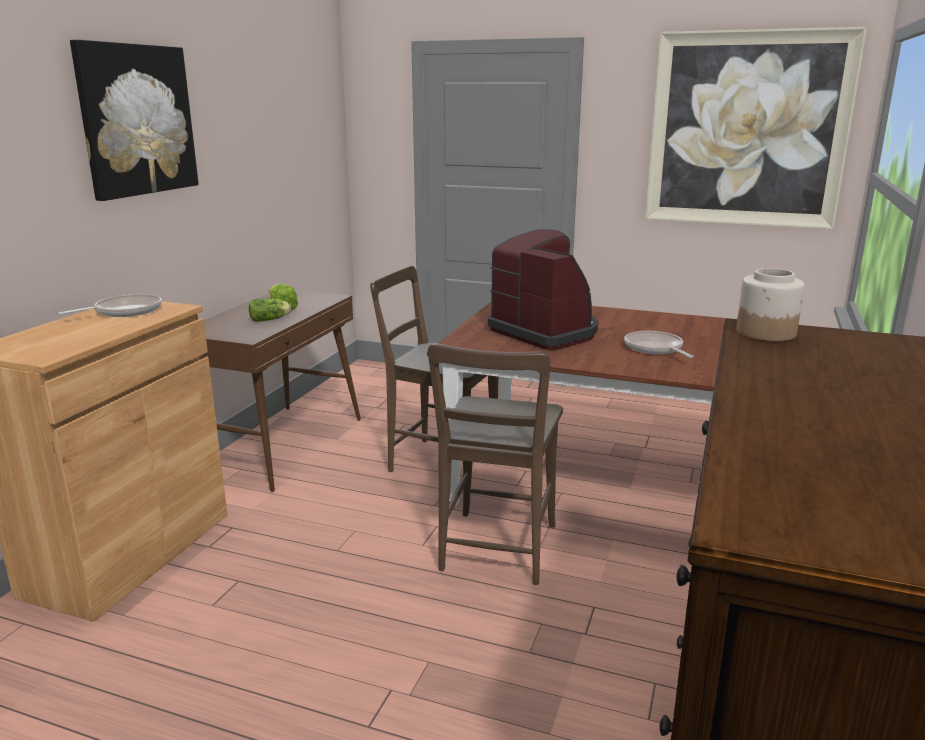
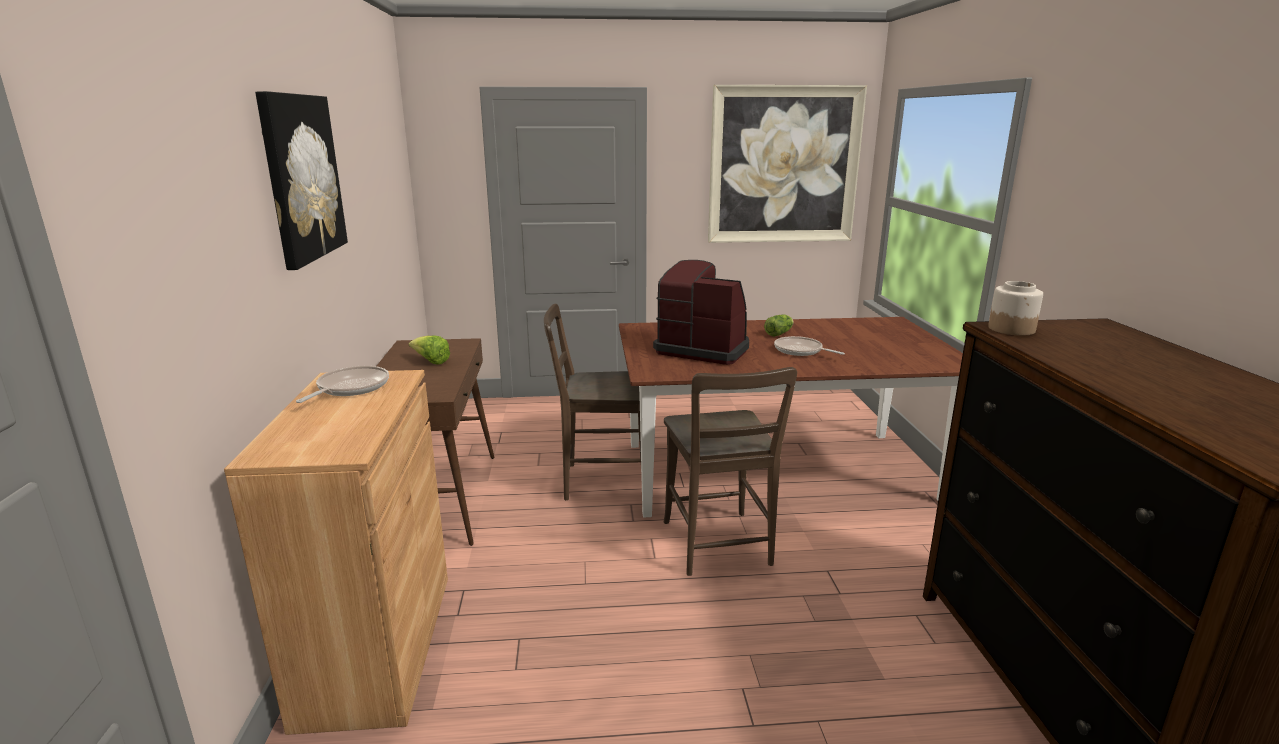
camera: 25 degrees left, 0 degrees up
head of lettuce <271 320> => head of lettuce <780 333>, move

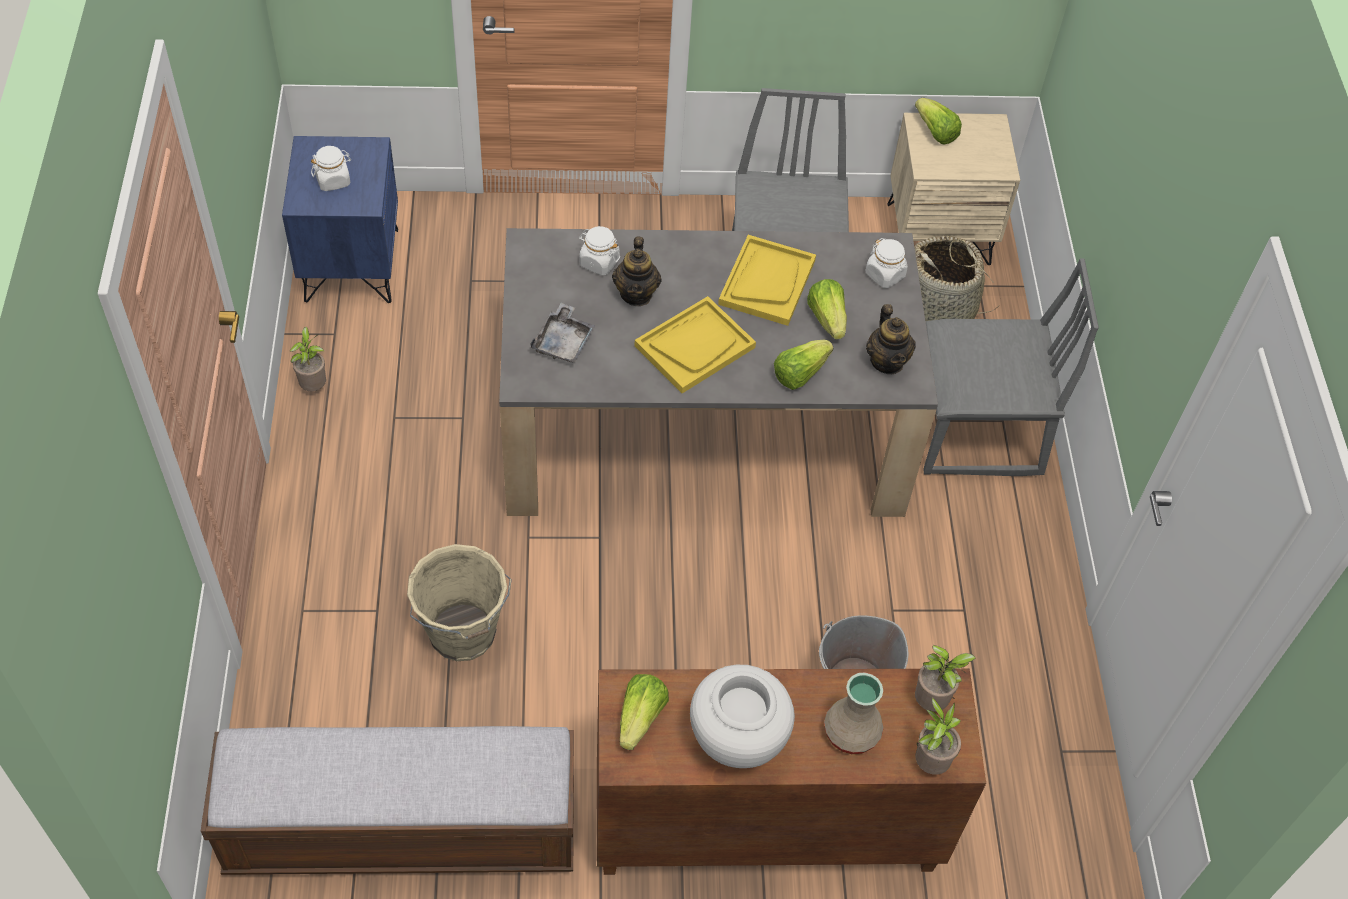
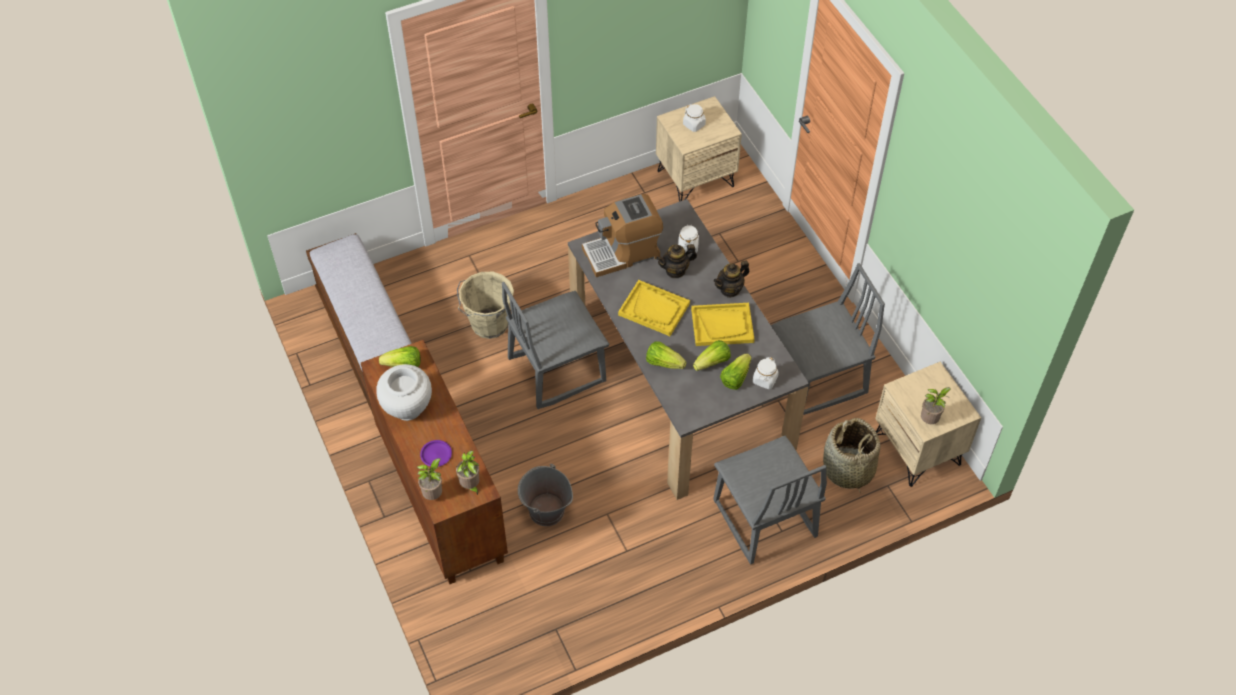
camera: 70 degrees right, 0 degrees up
nothing => plain chair (gray) <556 369>
plant in a pot <314 386> => plant in a pot <930 420>, move
teapot <887 361> => teapot <730 289>, move
head of lettuce <935 132> => head of lettuce <735 377>, move
serving tray (gray) <563 342> => coffee maker <622 252>
decorative vase (sand-coloured) <850 731> => plate (purple) <436 454>
nightstand (blue-coloured) <350 265> => nightstand (sand-coloured) <695 178>

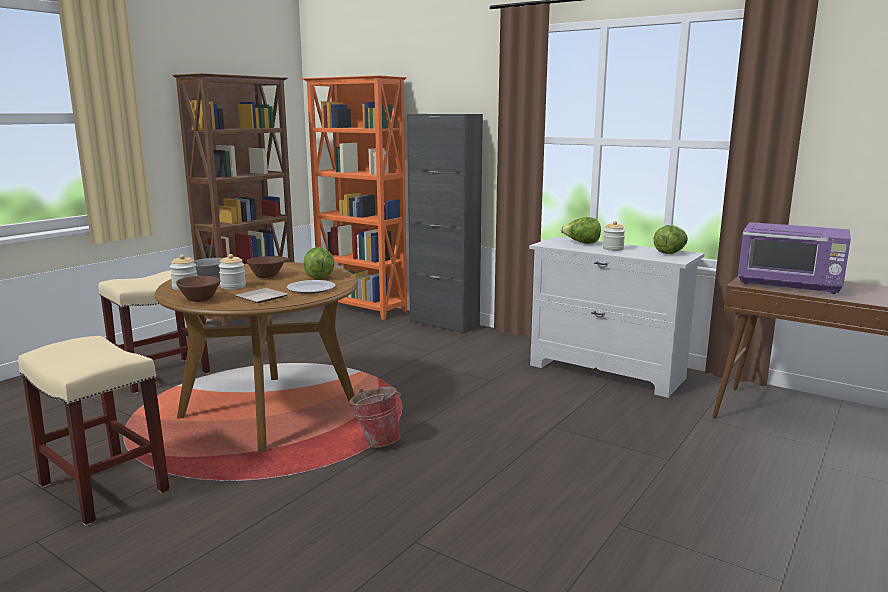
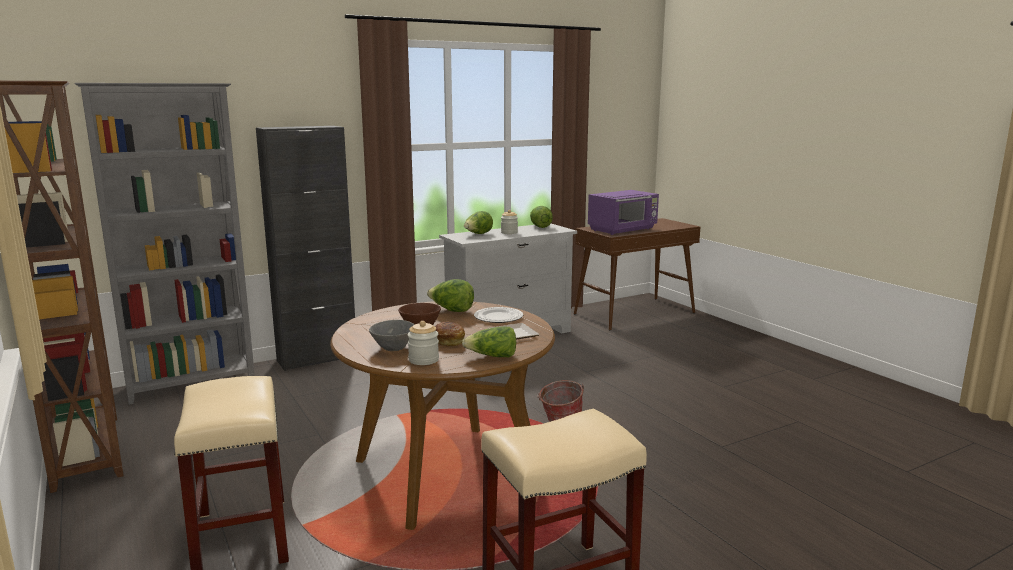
camera: 65 degrees left, 0 degrees up
serving bowl (brownish) <199 300> => head of lettuce <492 356>
storage jar <233 286> => bakery bread <449 341>
bookshelf (orange) <362 308> => bookshelf (gray) <192 384>

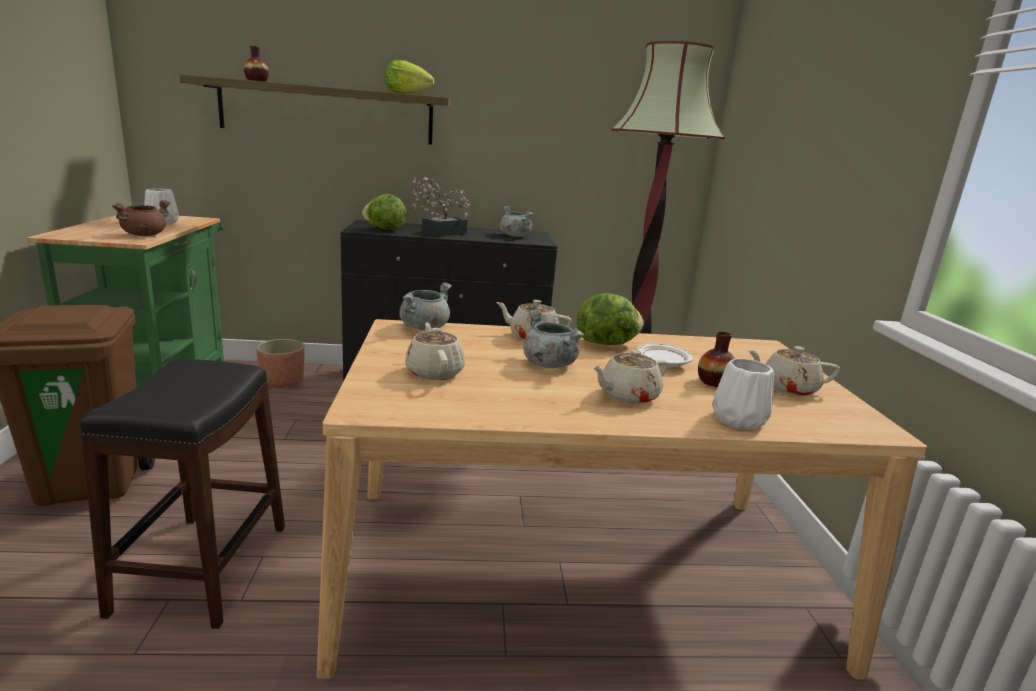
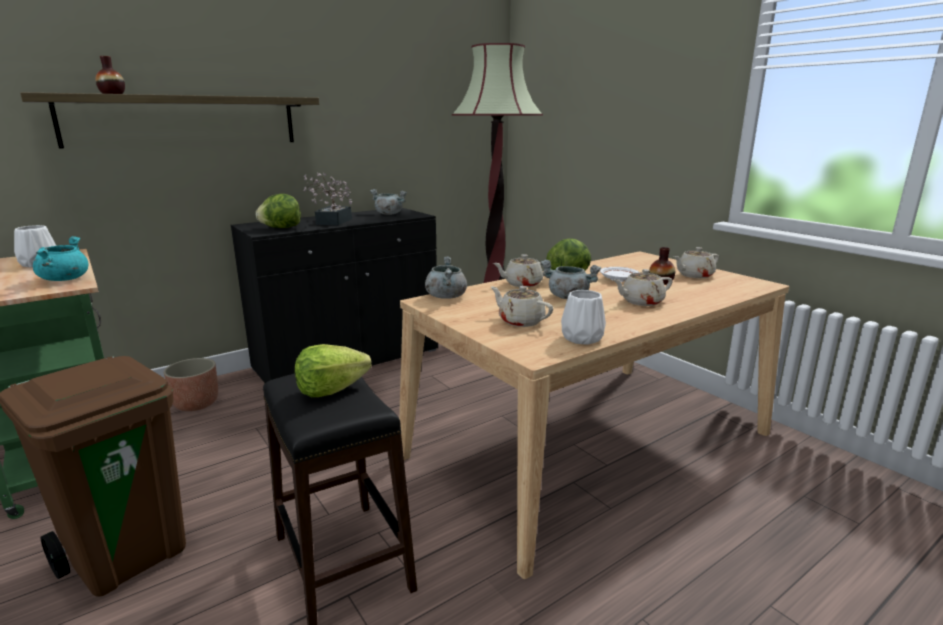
camera: 30 degrees left, 0 degrees up
head of lettuce <406 94> => head of lettuce <331 390>, move
decorative vase (white-coloured) <738 419> => decorative vase (white-coloured) <581 338>, move
stockpot (brownish) <144 235> => stockpot (blue-green) <64 279>
teapot (sand-coloured) <627 396> => teapot (sand-coloured) <641 302>, 45 degrees clockwise

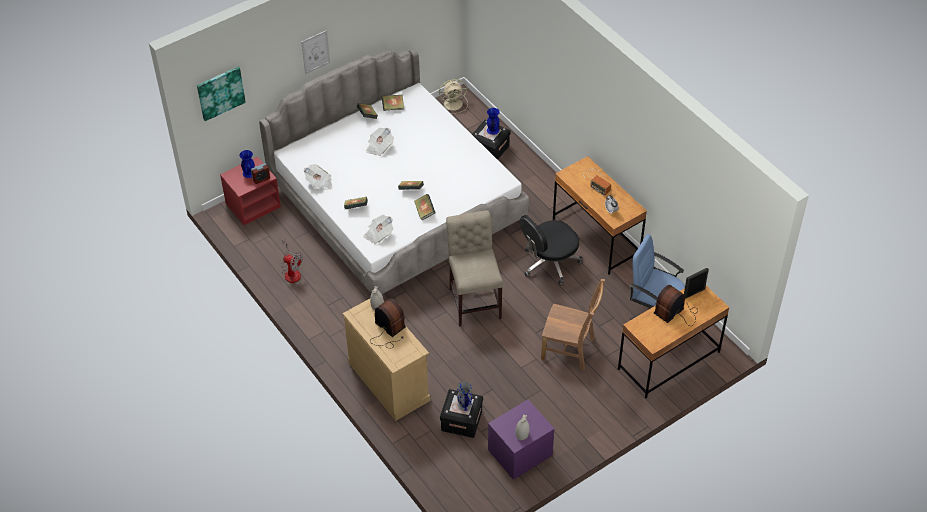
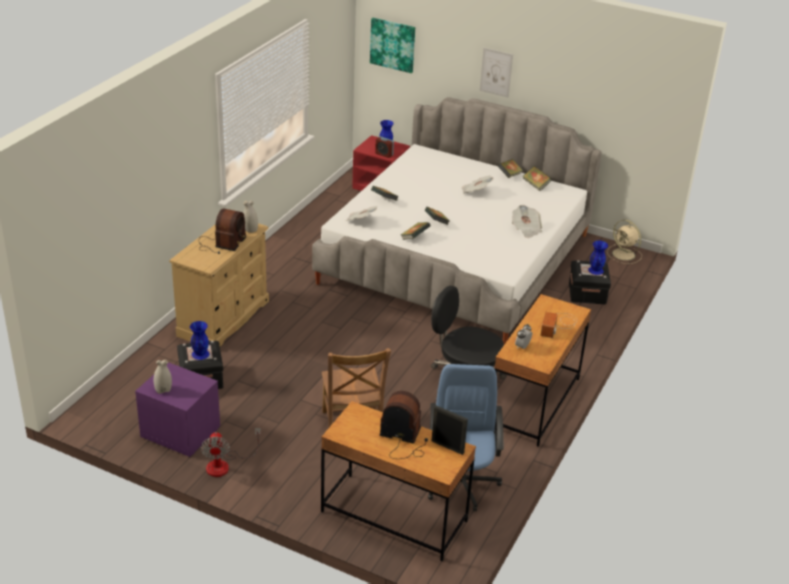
camera: 60 degrees right, 15 degrees down
plain chair (sand-coloured) <474 300> => nothing
fan <291 272> => fan <224 465>, move
newspaper <319 182> => newspaper <526 229>, move
decorative vase (gray) <464 404> => decorative vase (blue-coloured) <200 354>

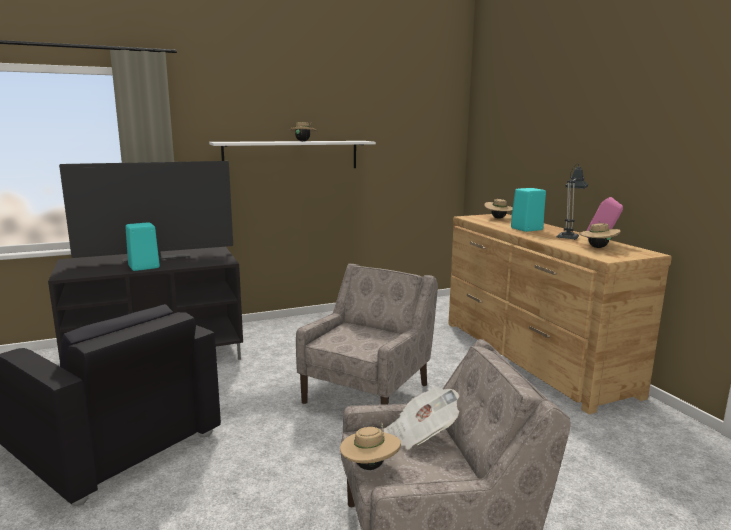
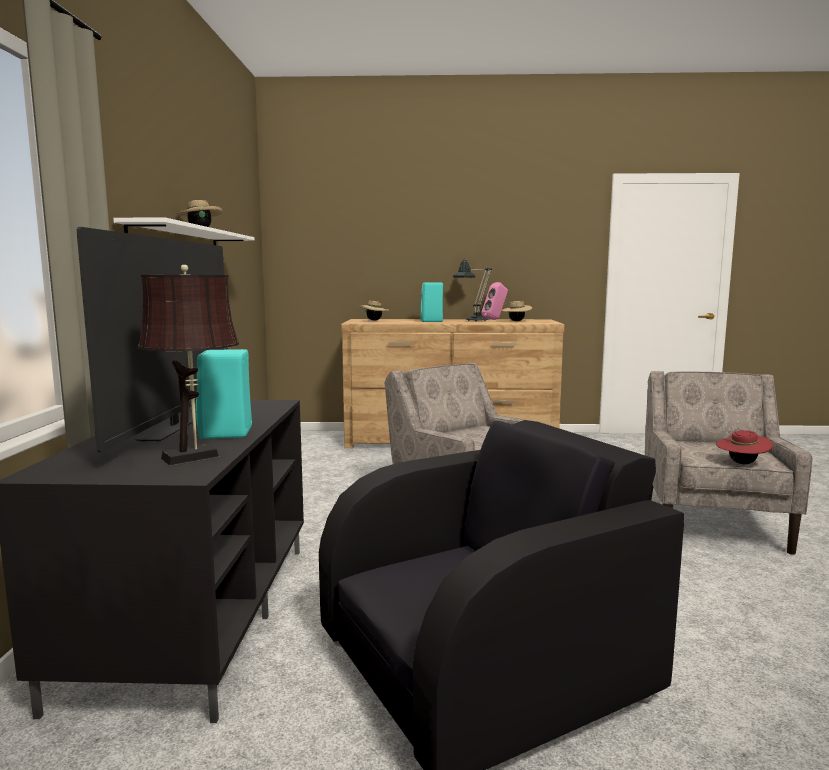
camera: 65 degrees left, 5 degrees down
newspaper <420 434> => nothing
nothing => table lamp (brownish) <195 456>
clothing hat (sand-coloured) <370 466> => clothing hat (red-coloured) <741 463>

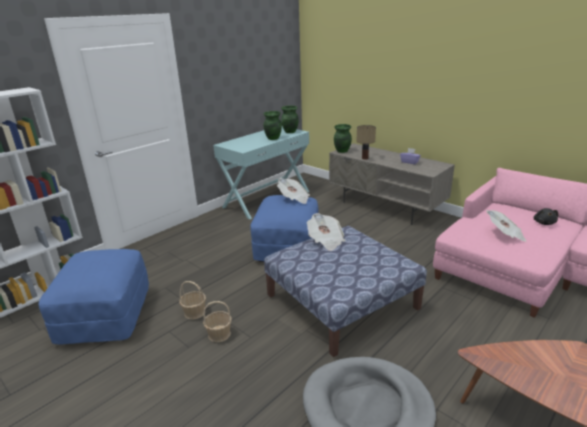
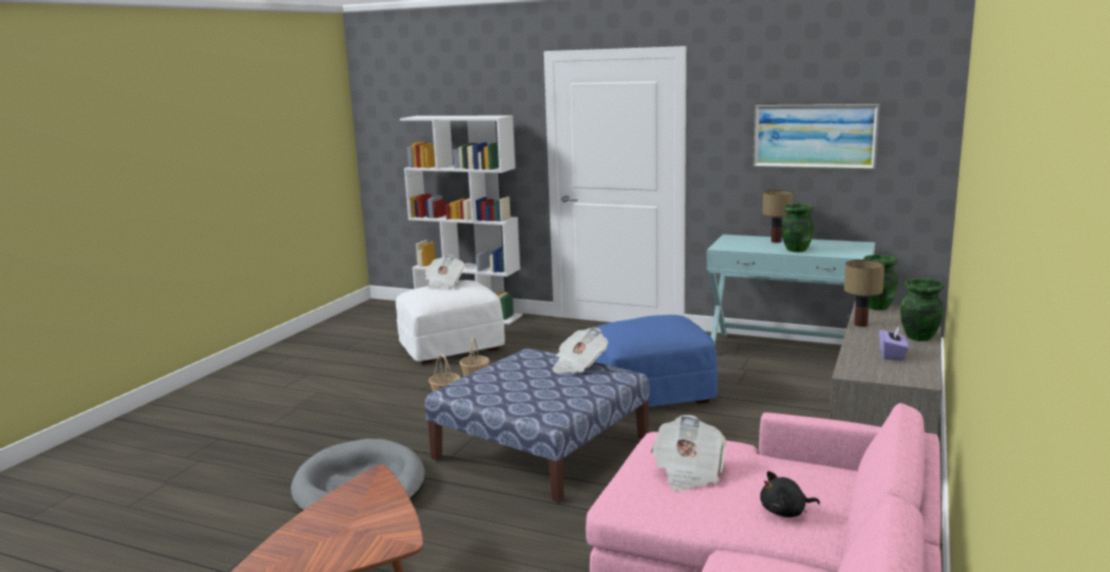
camera: 70 degrees right, 10 degrees down
nothing => picture <814 136>
nothing => table lamp <776 241>
newspaper <294 199> => newspaper <444 283>, move
decorative vase (greenish) <290 132> => decorative vase (greenish) <918 337>, move
ottoman (blue-coloured) <105 315> => ottoman (white-coloured) <451 347>

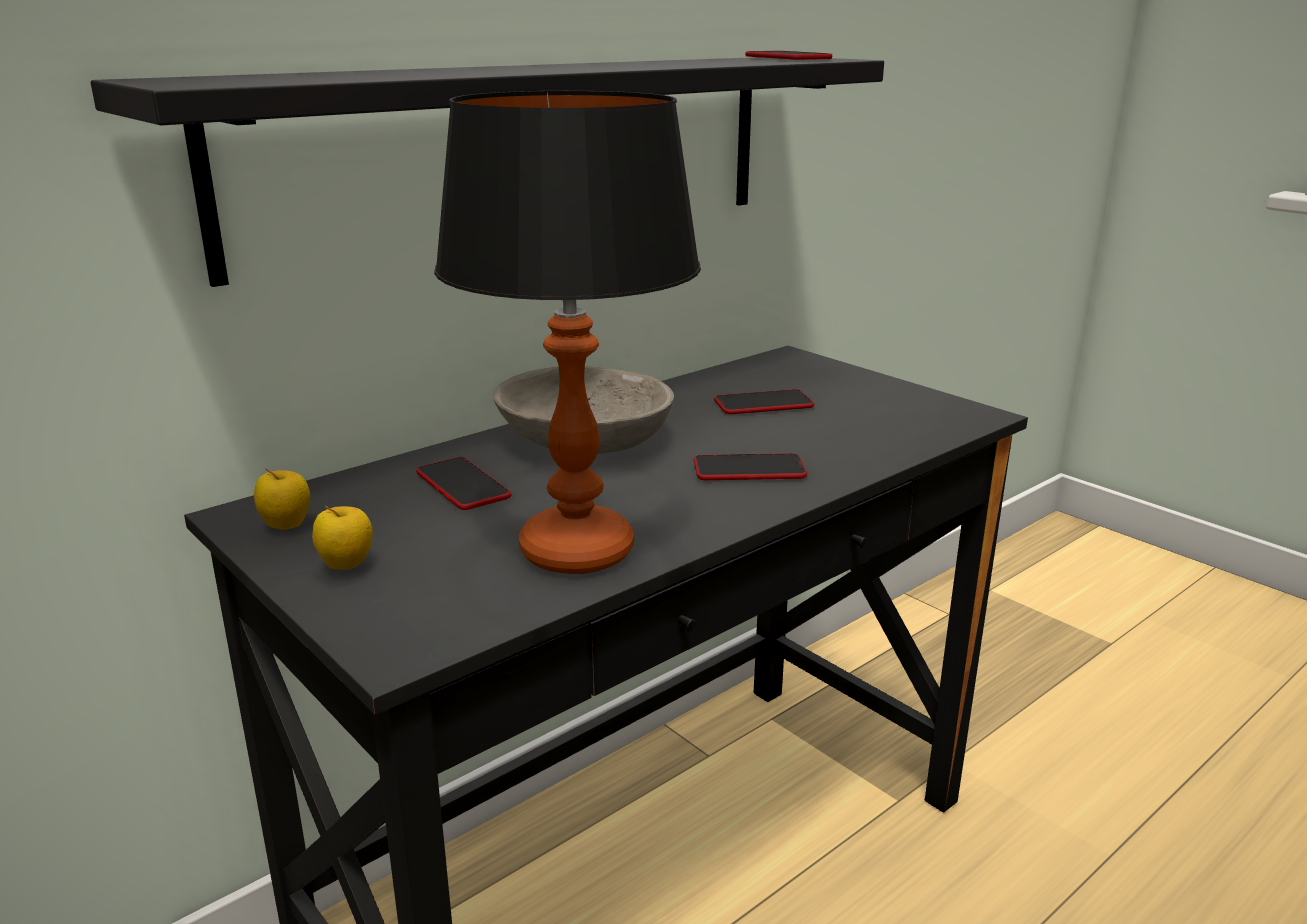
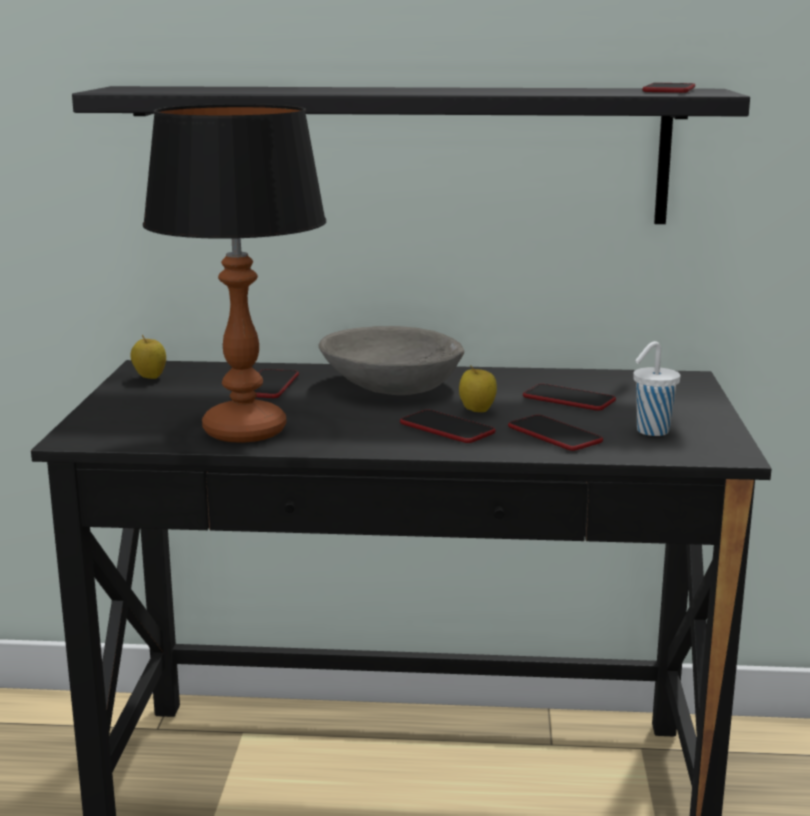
camera: 45 degrees right, 5 degrees down
nothing => handset <554 435>
nothing => small cup (white-coloured) <651 431>
apple <346 567> => apple <477 411>, move

